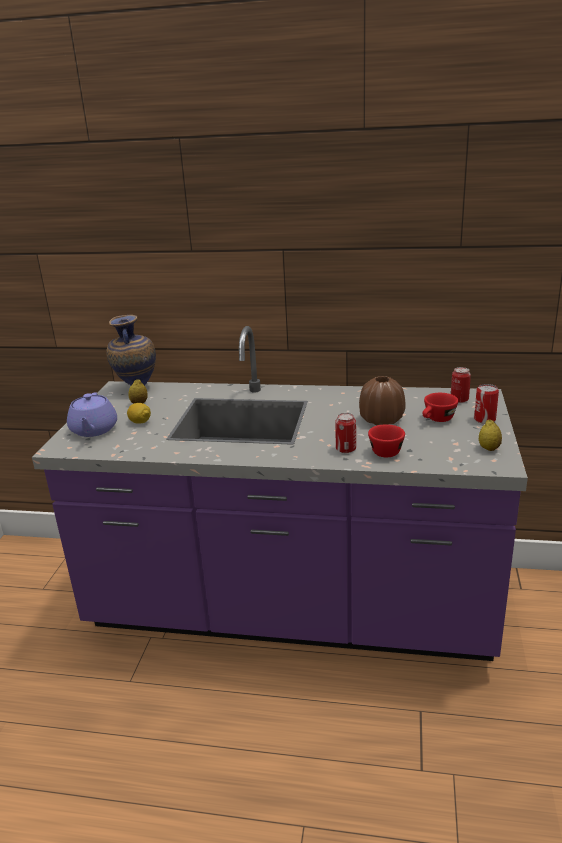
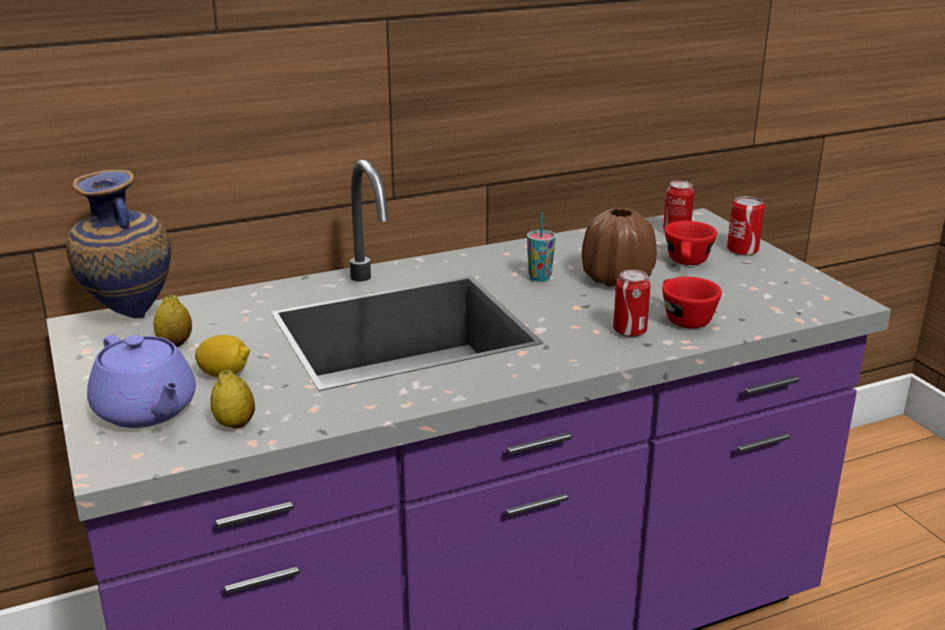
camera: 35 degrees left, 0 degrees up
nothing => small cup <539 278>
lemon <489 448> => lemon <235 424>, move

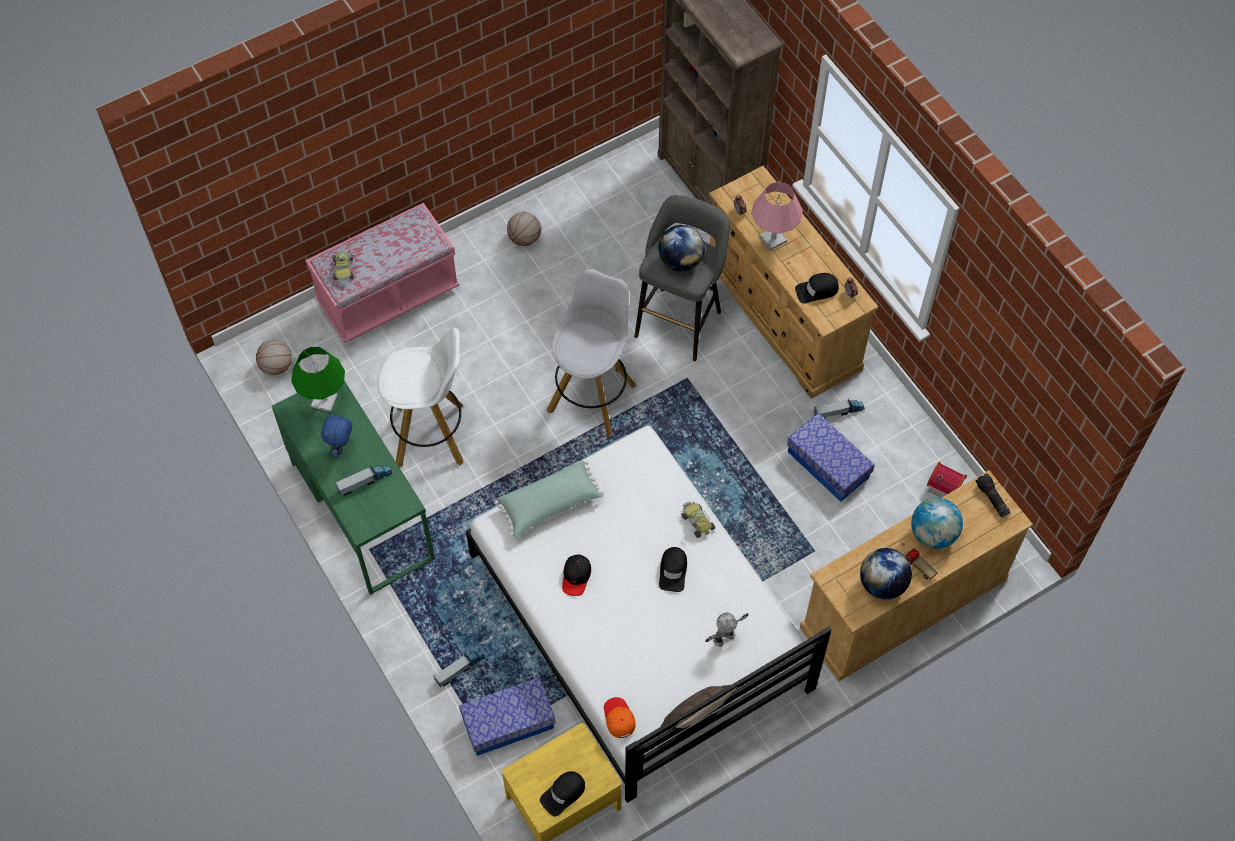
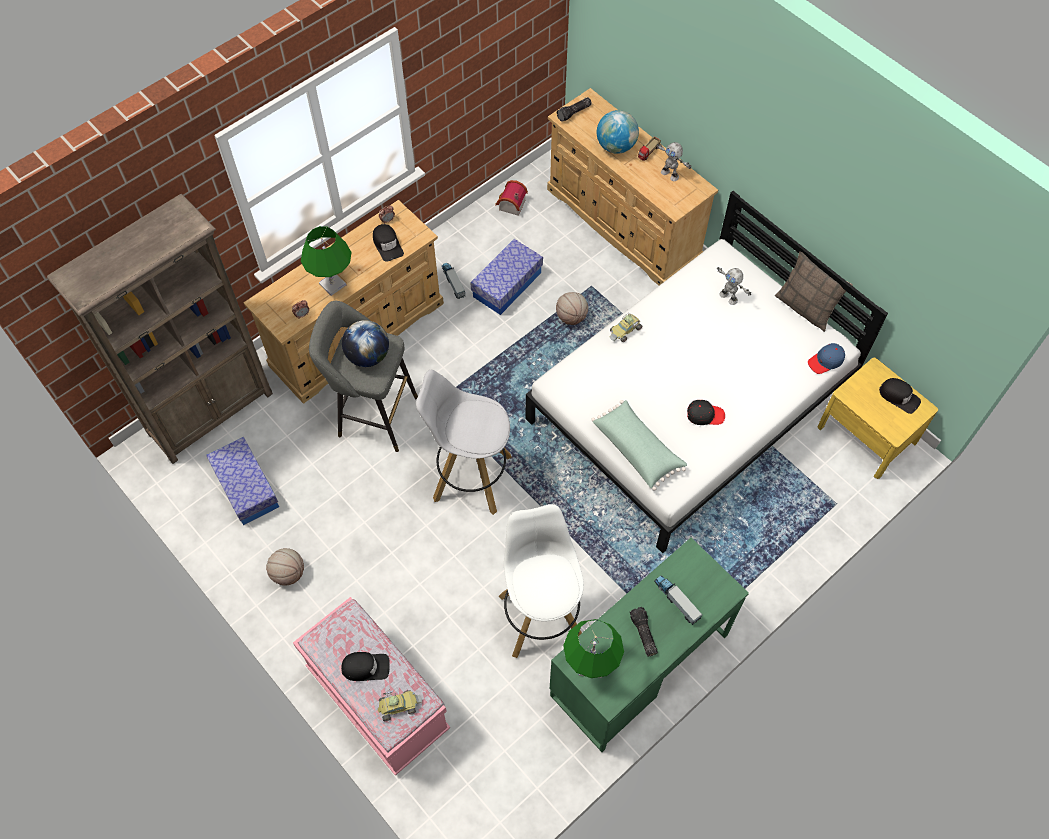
camera: 100 degrees left, 0 degrees up
toy lorry <460 669> => nothing
basketball ball <277 366> => basketball ball <571 317>, move
storage container <508 722> => storage container <246 487>, move
cap (blackish) <673 571> => cap (blackish) <365 667>, move
cuddly toy (blue-coloured) <341 447> => hand torch <642 633>
globe <882 584> => model robot <670 174>
cap (orange) <619 719> => cap (blue-coloured) <826 361>
table lamp (pinkish) <773 239> => table lamp (greenish) <333 284>

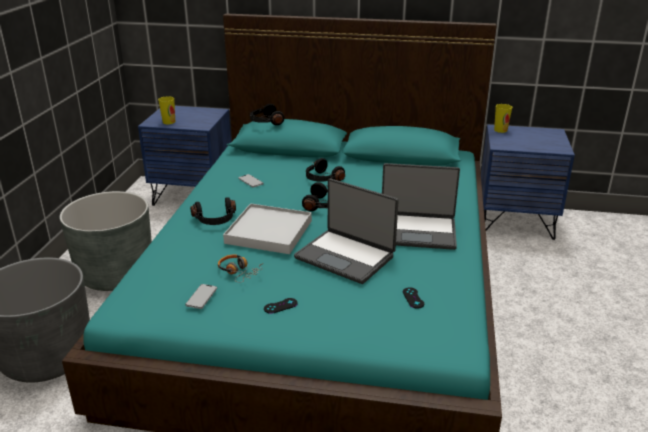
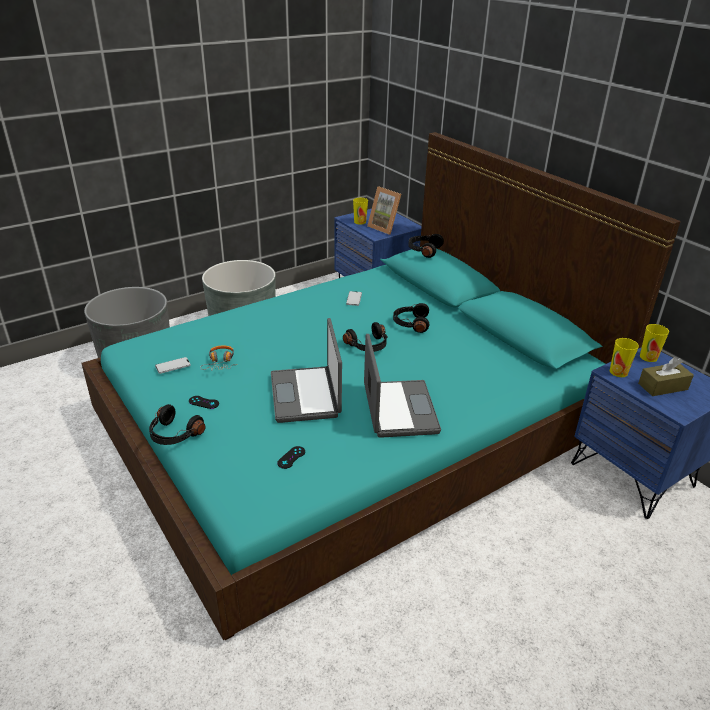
camera: 45 degrees right, 5 degrees up
serving tray (white-coloured) <269 232> => nothing
nothing => standing frame <385 227>
nothing => small cup <618 372>
nothing => box of tissues (brownish) <663 386>
headset (blackish) <215 220> => headset (blackish) <174 435>, move
notebook computer <417 231> => notebook computer <398 409>, 150 degrees counterclockwise

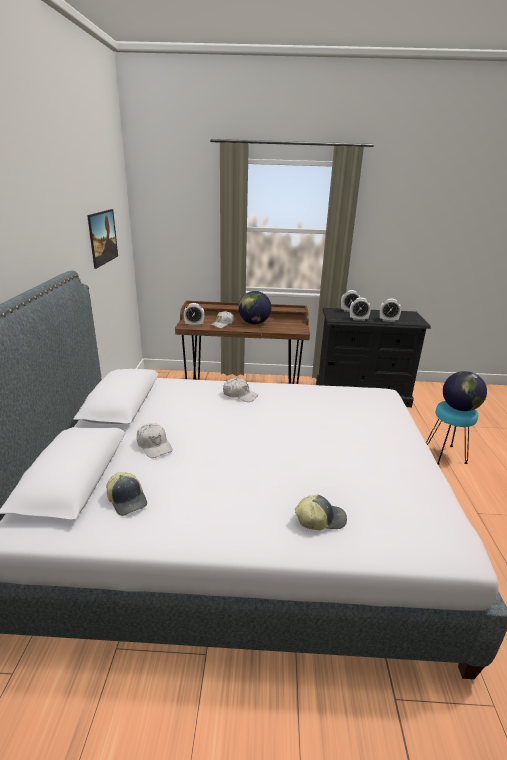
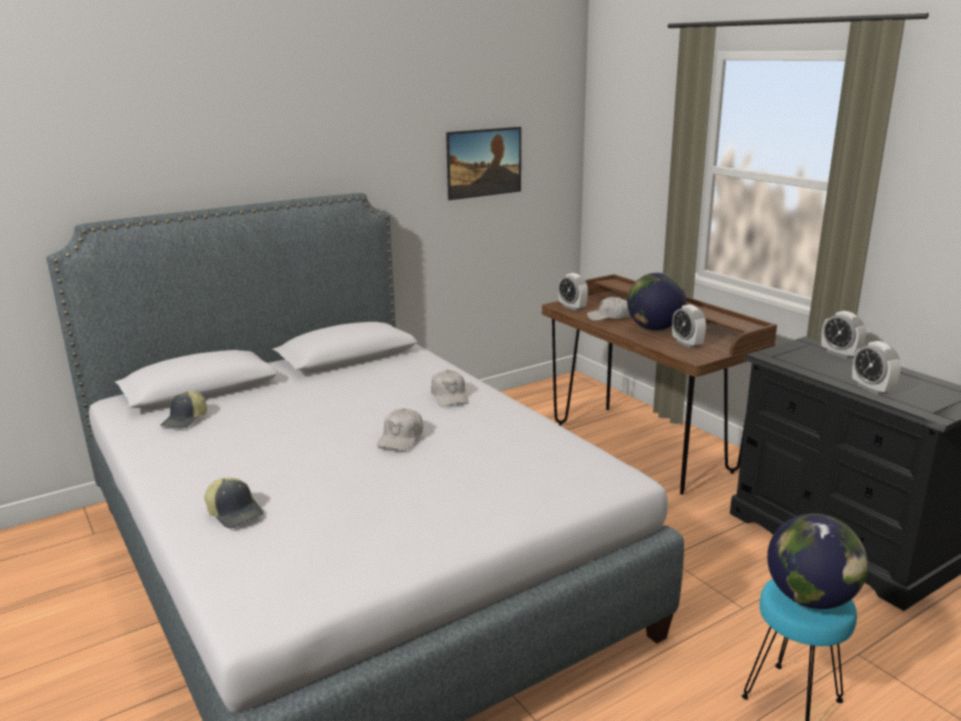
camera: 55 degrees right, 5 degrees down
cap (white-coloured) <154 445> => cap (white-coloured) <401 438>, move
alarm clock <358 319> => alarm clock <687 344>, move

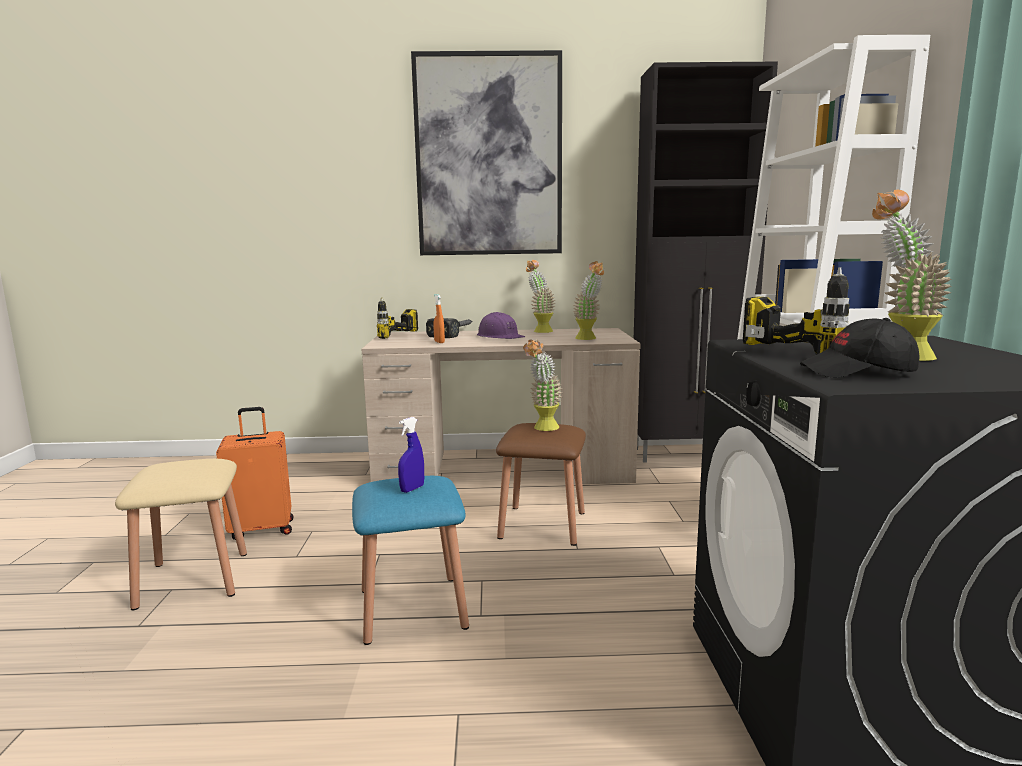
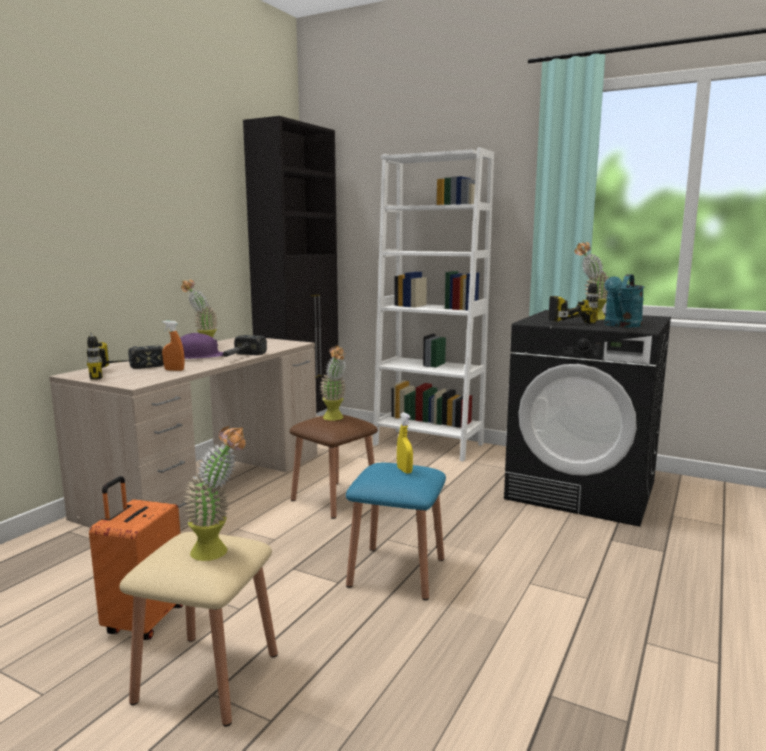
camera: 60 degrees left, 0 degrees up
picture <489 156> => nothing
nothing => tool hammer <239 357>
plant in a pot <589 339> => plant in a pot <219 552>, move
cap (blackish) <858 372> => watering pot (blue-green) <621 325>
hand sprayer (blue-coloured) <412 489> => hand sprayer (yellowish) <404 470>

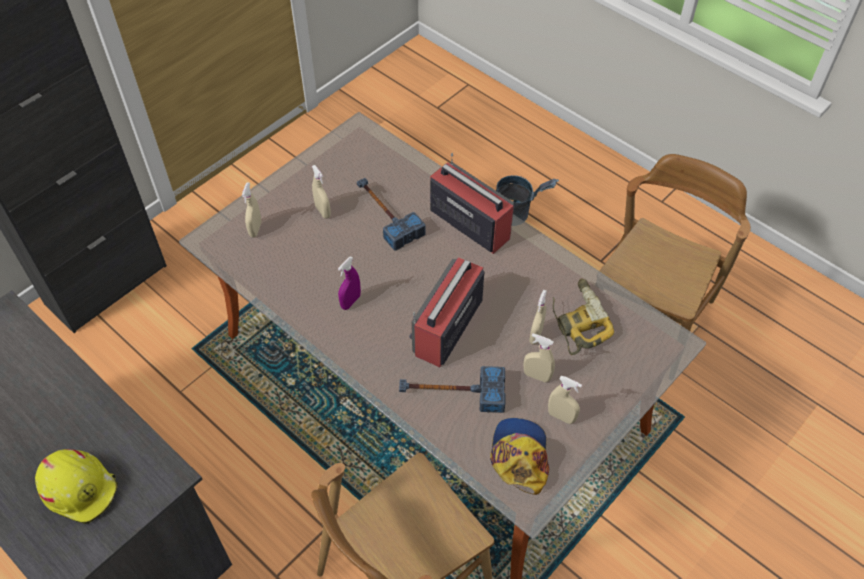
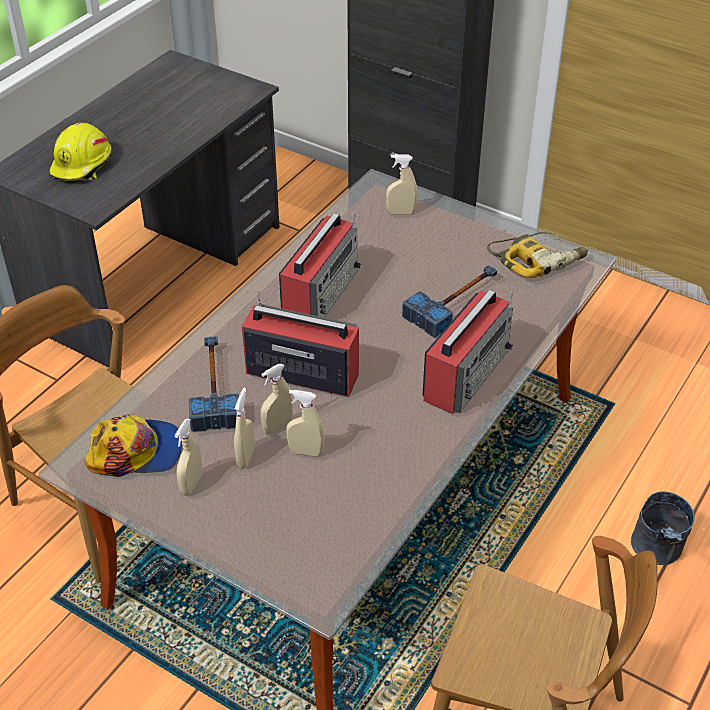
camera: 80 degrees right, 10 degrees down
hand sprayer (sand-coloured) <323 211> => hand sprayer (sand-coloured) <277 427>, move
power drill <577 321> => power drill <537 259>, move
hand sprayer (purple) <350 302> => radio set <321 294>

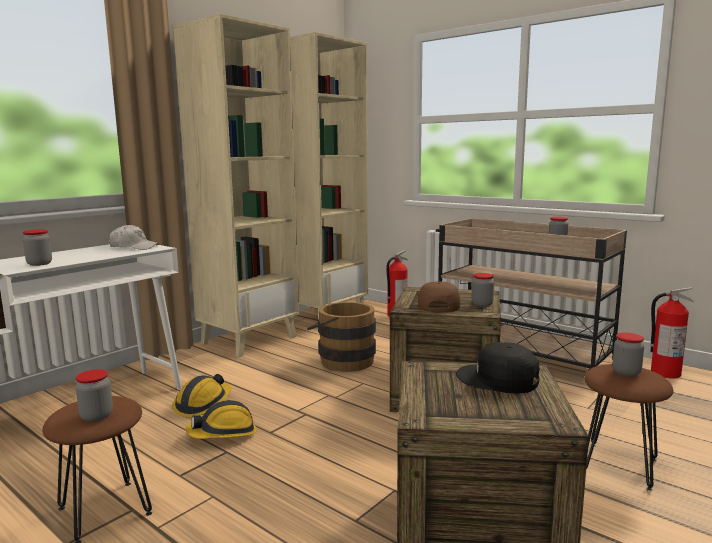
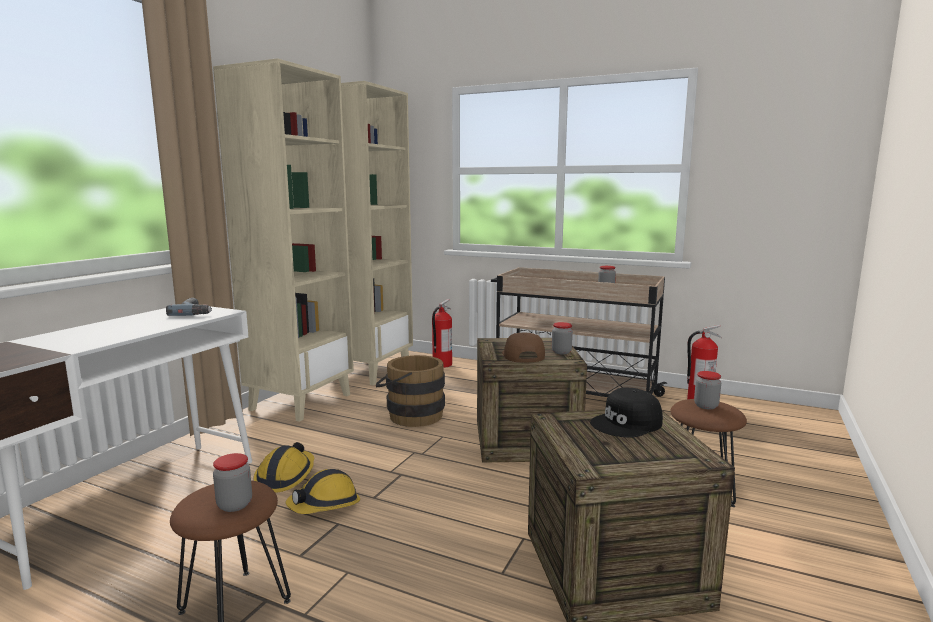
camera: 15 degrees left, 0 degrees up
storage jar <39 264> => nothing
cap (white-coloured) <134 247> => power drill <195 312>
cap (blackish) <497 379> => cap (blackish) <627 424>, 45 degrees counterclockwise

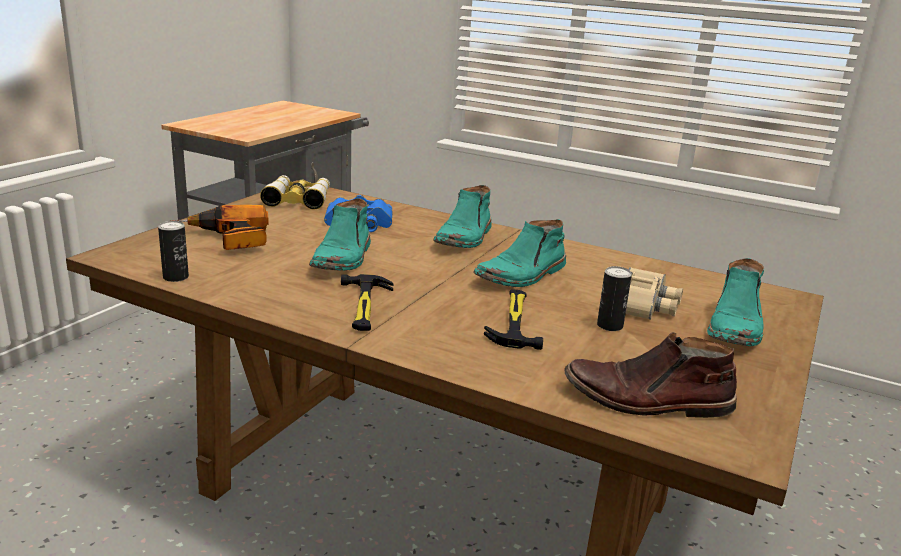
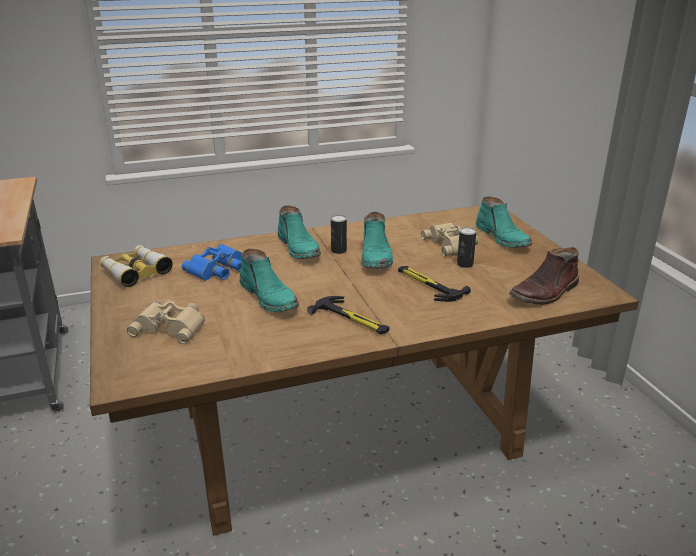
camera: 45 degrees left, 5 degrees up
metal can <175 277> => metal can <338 250>, move
power drill <228 240> => binoculars (sand-coloured) <171 326>

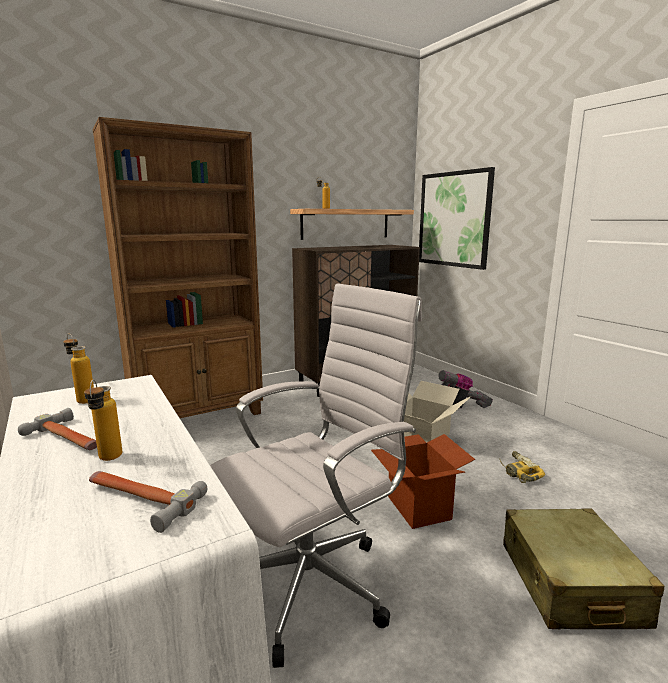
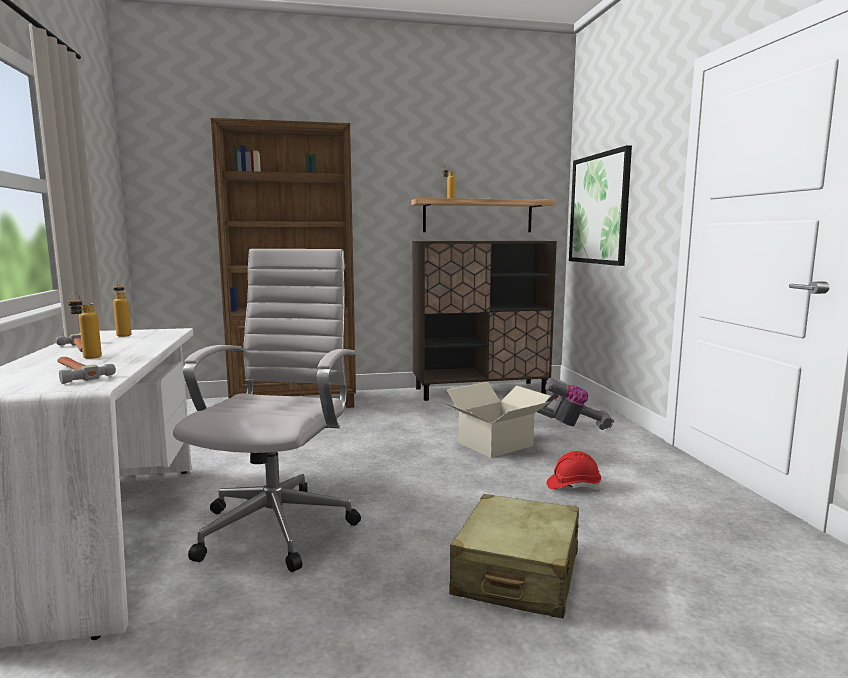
camera: 20 degrees right, 5 degrees down
carton <418 507> => nothing
power drill <518 472> => safety helmet (red-coloured) <573 486>
desk chair (white-coloured) <315 582> => desk chair (white-coloured) <279 525>, 60 degrees counterclockwise

